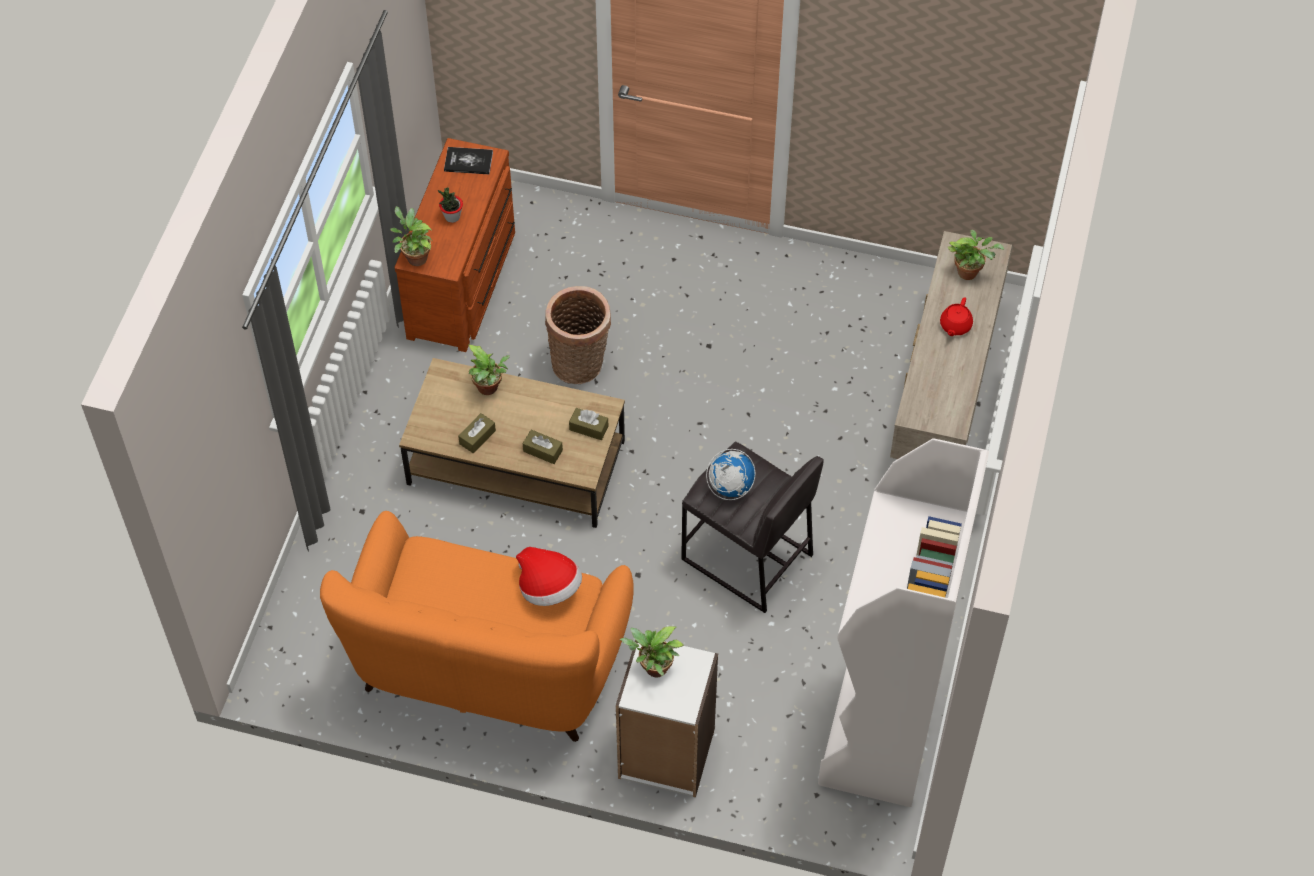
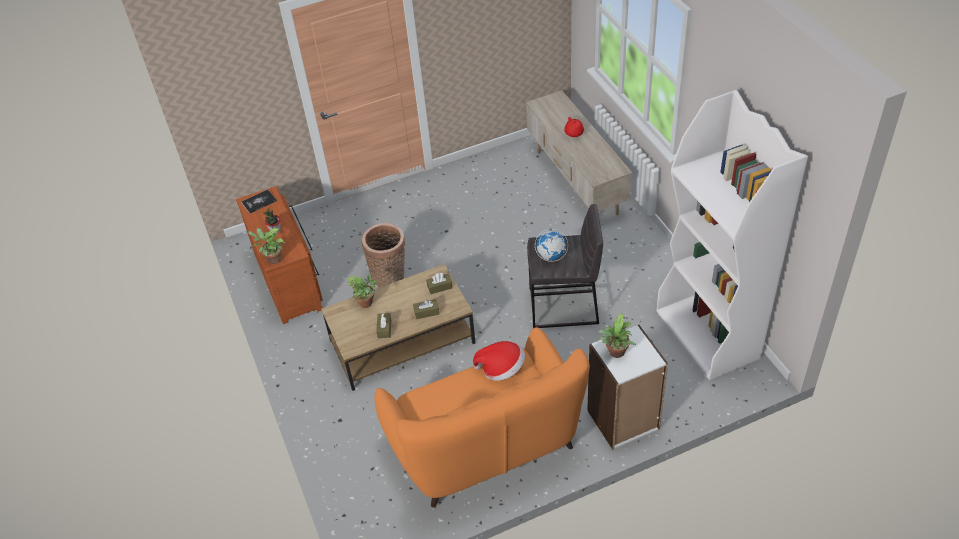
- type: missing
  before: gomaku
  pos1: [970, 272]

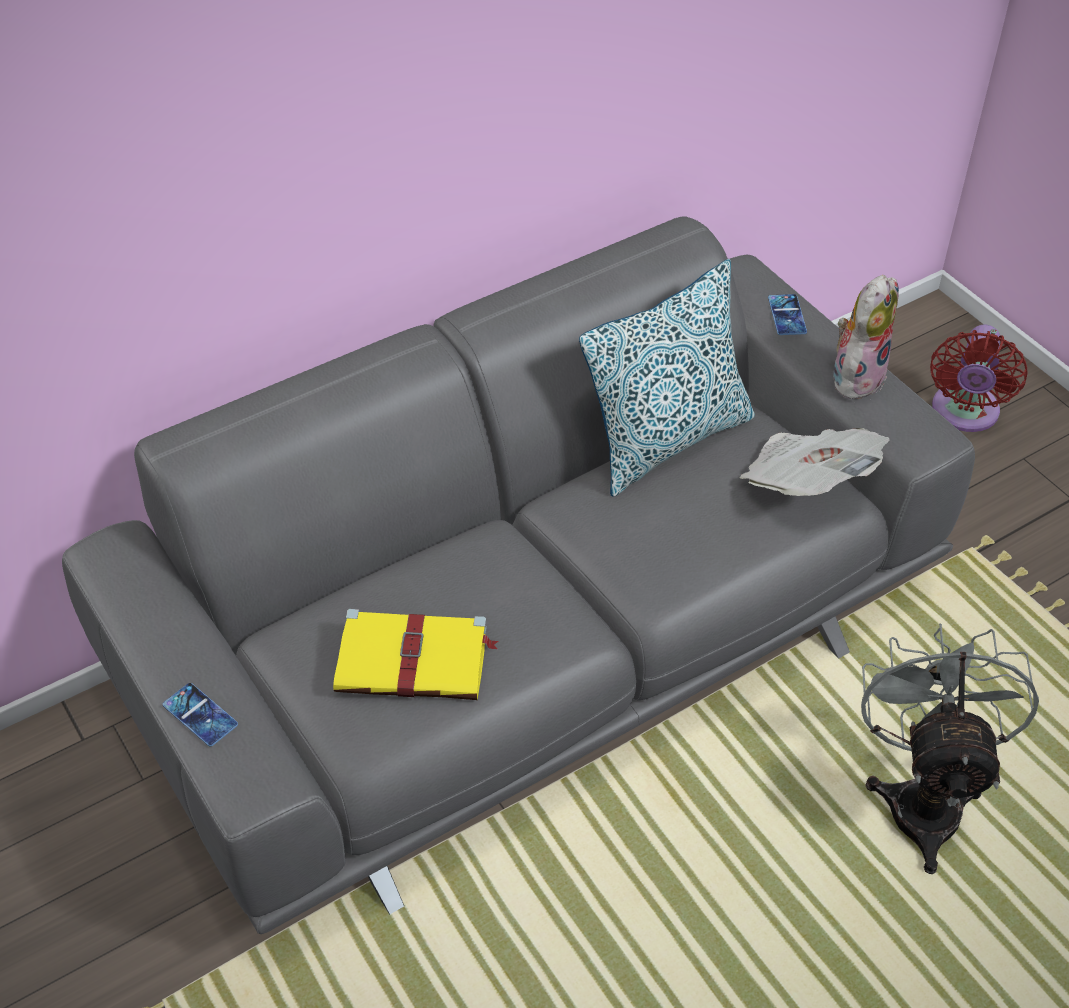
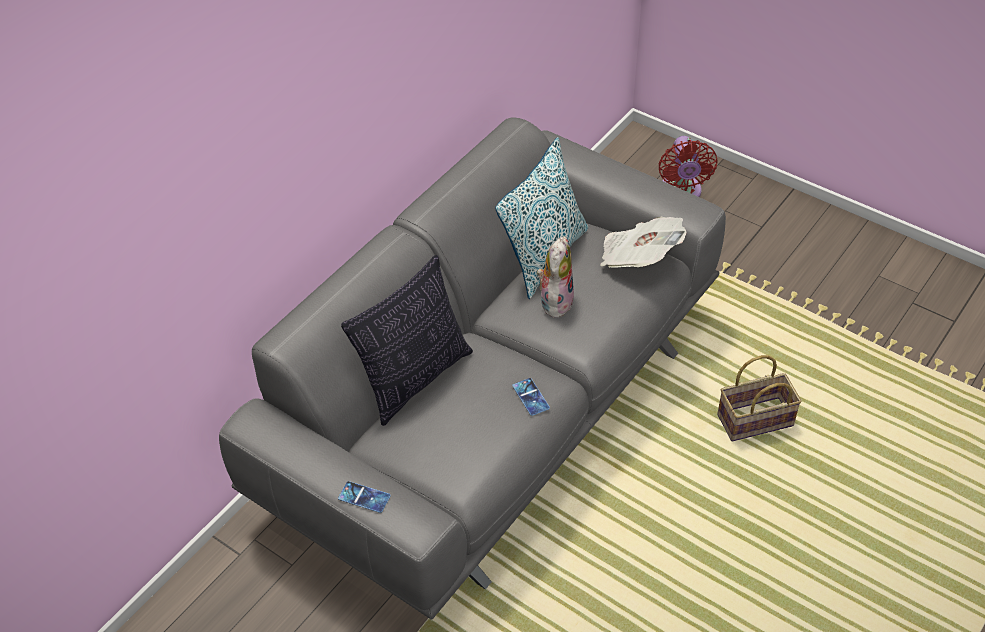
- type: appeared
  after: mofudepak
  pos2: [415, 379]
- type: relocated
  before: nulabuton
  pos1: [787, 315]
  pos2: [530, 397]
- type: relocated
  before: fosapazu
  pos1: [856, 376]
  pos2: [555, 301]
- type: exchanged
  before: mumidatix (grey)
  after: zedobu
  pos1: [923, 797]
  pos2: [754, 422]
- type: missing
  before: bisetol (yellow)
  pos1: [415, 660]

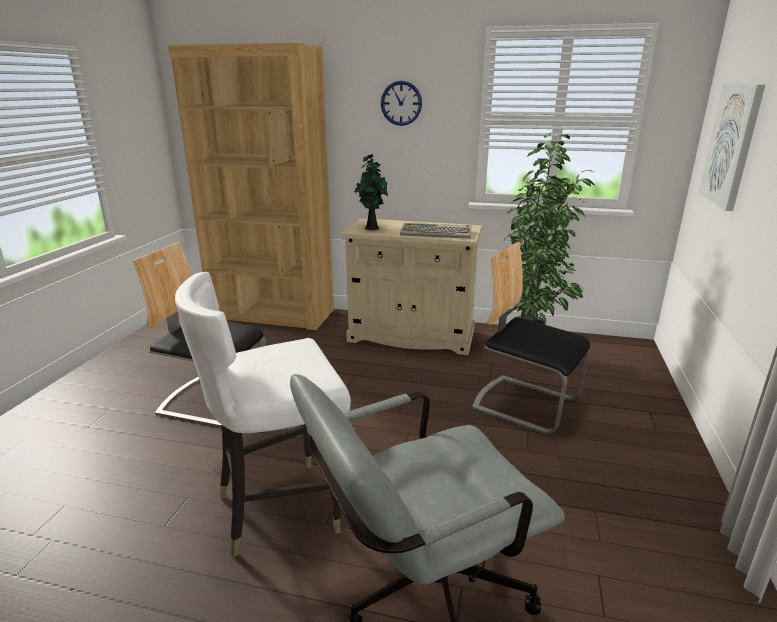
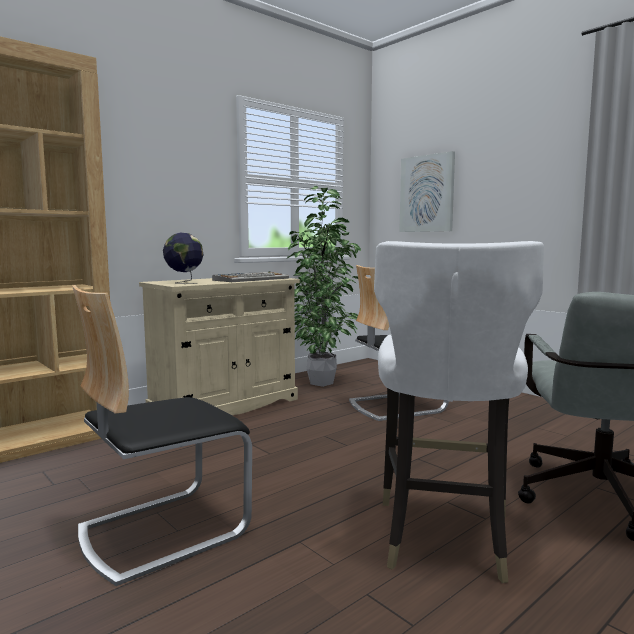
- type: exchanged
  before: gomaku
  after: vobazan
  pos1: [371, 228]
  pos2: [184, 282]
- type: missing
  before: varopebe
  pos1: [401, 103]

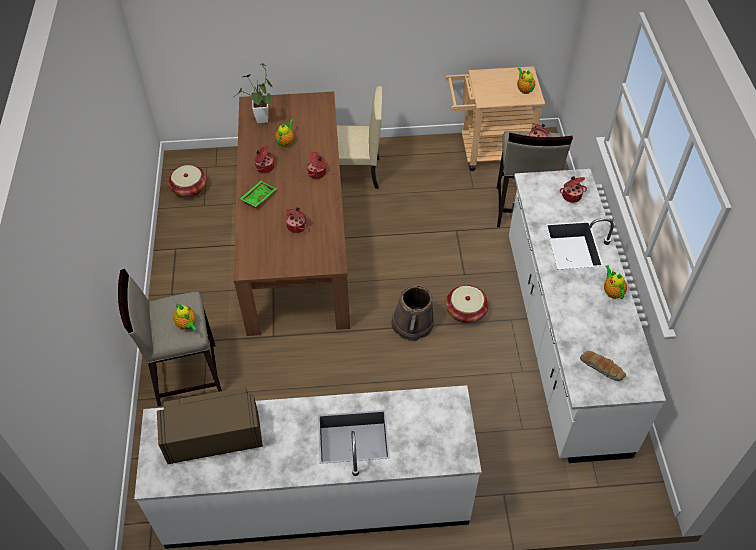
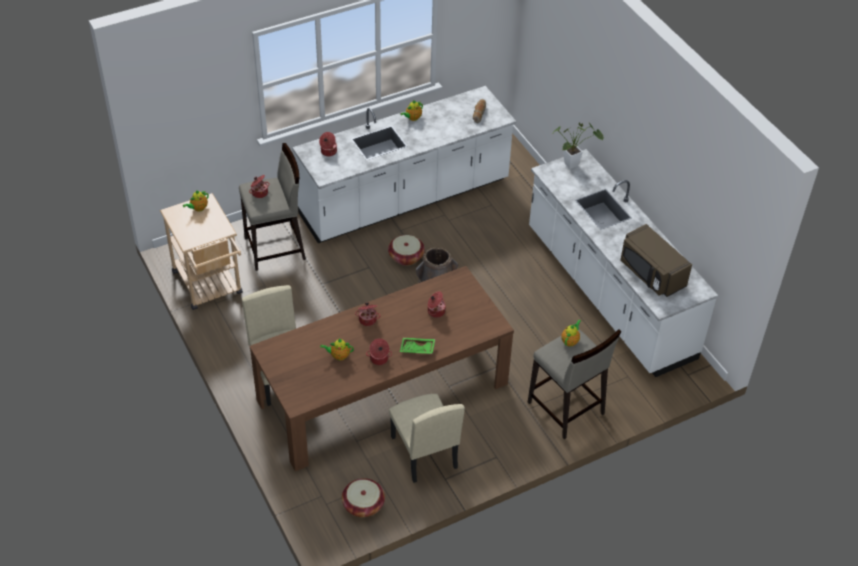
- type: appeared
  after: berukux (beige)
  pos2: [423, 452]
- type: relocated
  before: gomaku
  pos1: [262, 122]
  pos2: [573, 164]

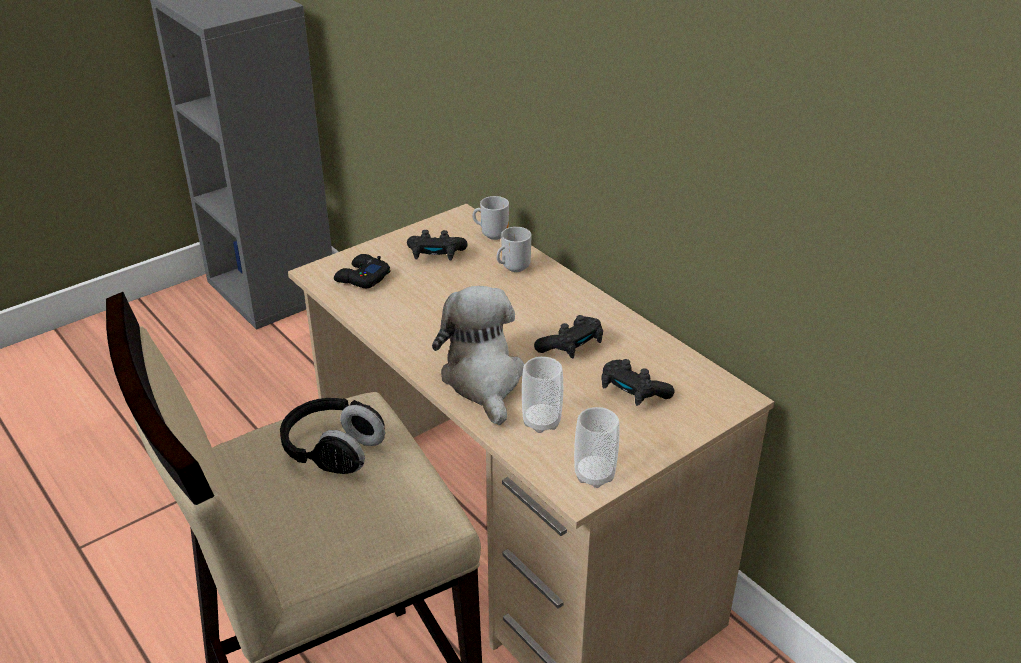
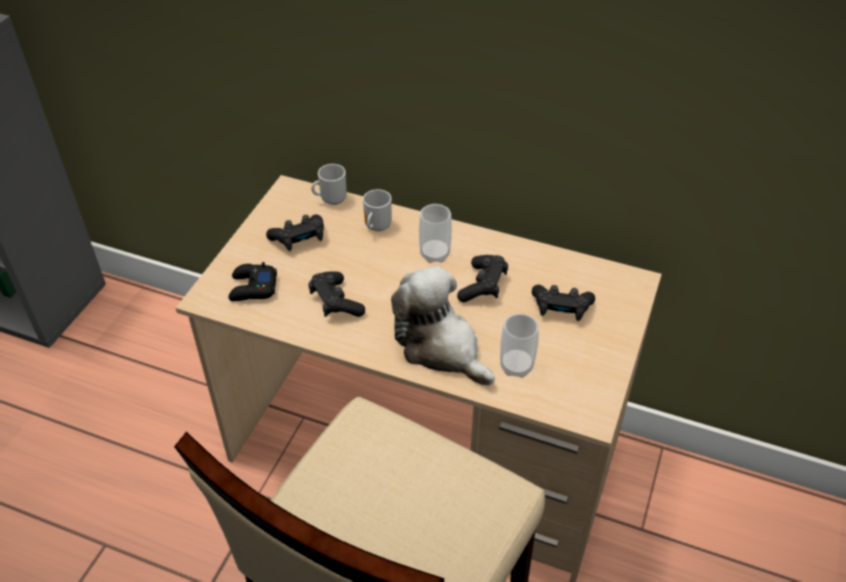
- type: appeared
  after: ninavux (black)
  pos2: [335, 303]
- type: relocated
  before: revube
  pos1: [594, 475]
  pos2: [435, 254]
- type: missing
  before: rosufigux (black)
  pos1: [333, 451]

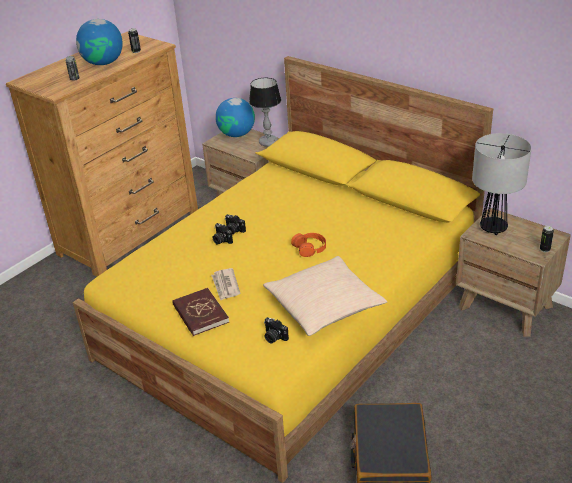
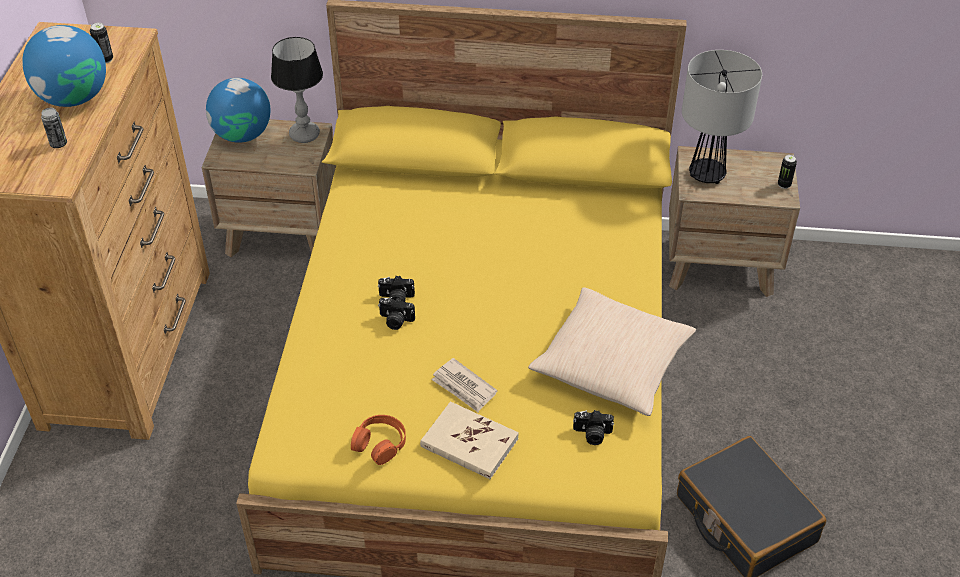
- type: relocated
  before: rosufigux (orange)
  pos1: [310, 248]
  pos2: [380, 443]
- type: colour
  before: bisetol (red)
  after: bisetol (beige)
  pos1: [200, 314]
  pos2: [469, 443]

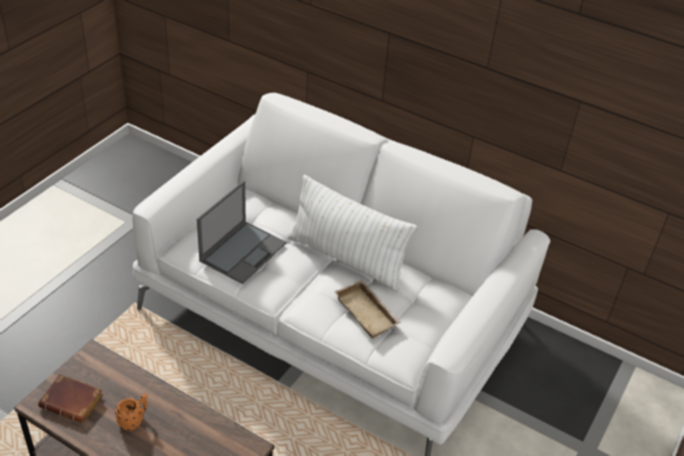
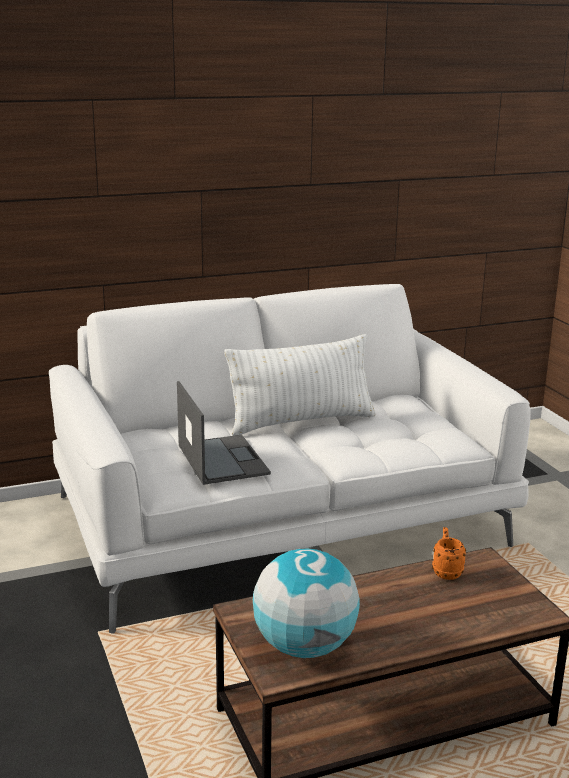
- type: exchanged
  before: bisetol (brown)
  after: vobazan
  pos1: [74, 401]
  pos2: [304, 646]
- type: relocated
  before: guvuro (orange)
  pos1: [134, 420]
  pos2: [446, 571]
- type: missing
  before: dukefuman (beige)
  pos1: [368, 313]

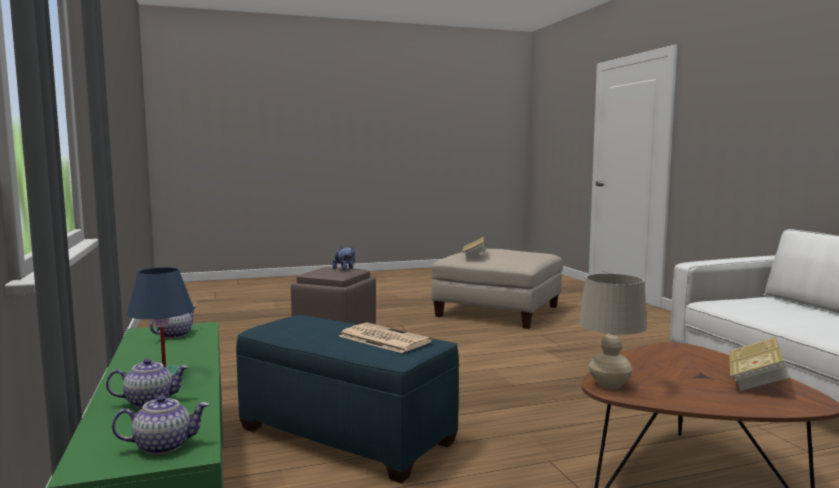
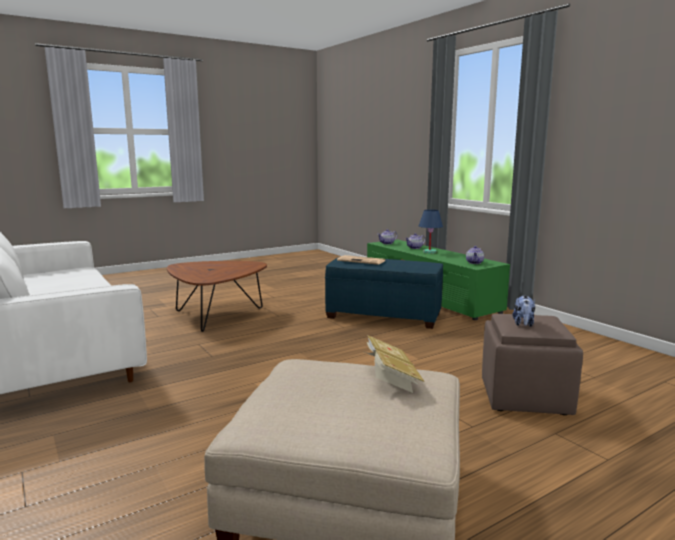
- type: missing
  before: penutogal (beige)
  pos1: [609, 384]
- type: missing
  before: bisetol
  pos1: [755, 381]

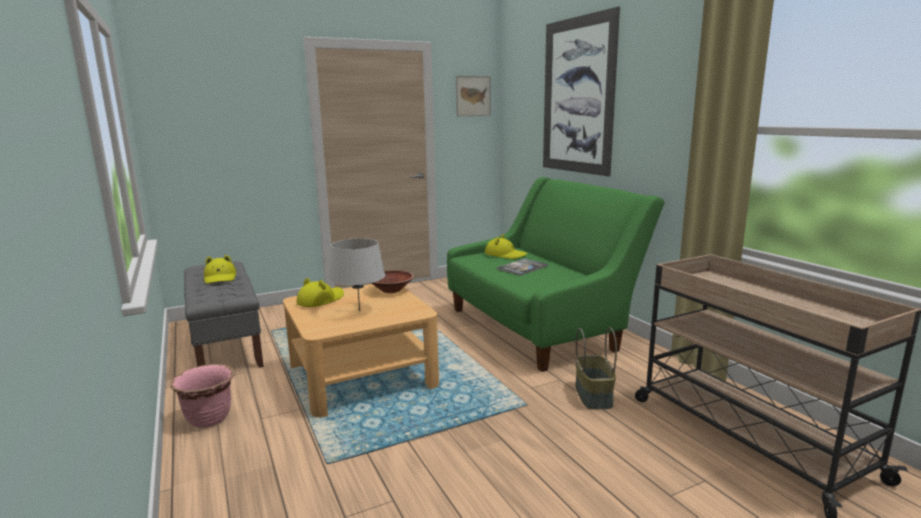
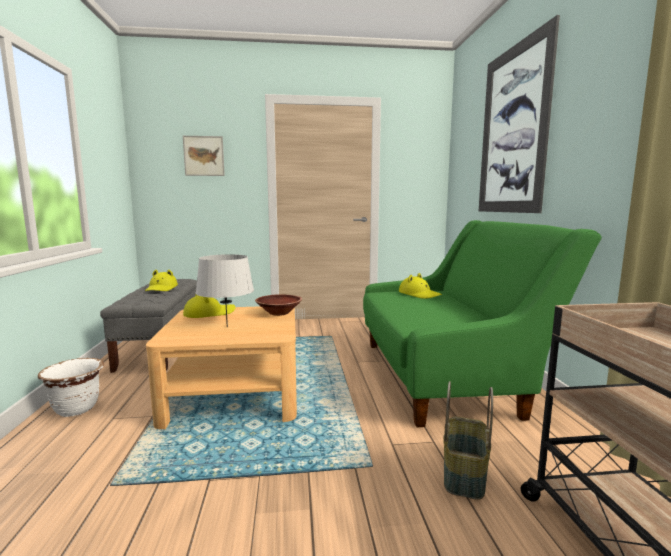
- type: colour
  before: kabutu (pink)
  after: kabutu (white)
  pos1: [209, 419]
  pos2: [77, 409]
- type: relocated
  before: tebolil
  pos1: [473, 96]
  pos2: [204, 156]
- type: missing
  before: bisetol
  pos1: [522, 268]

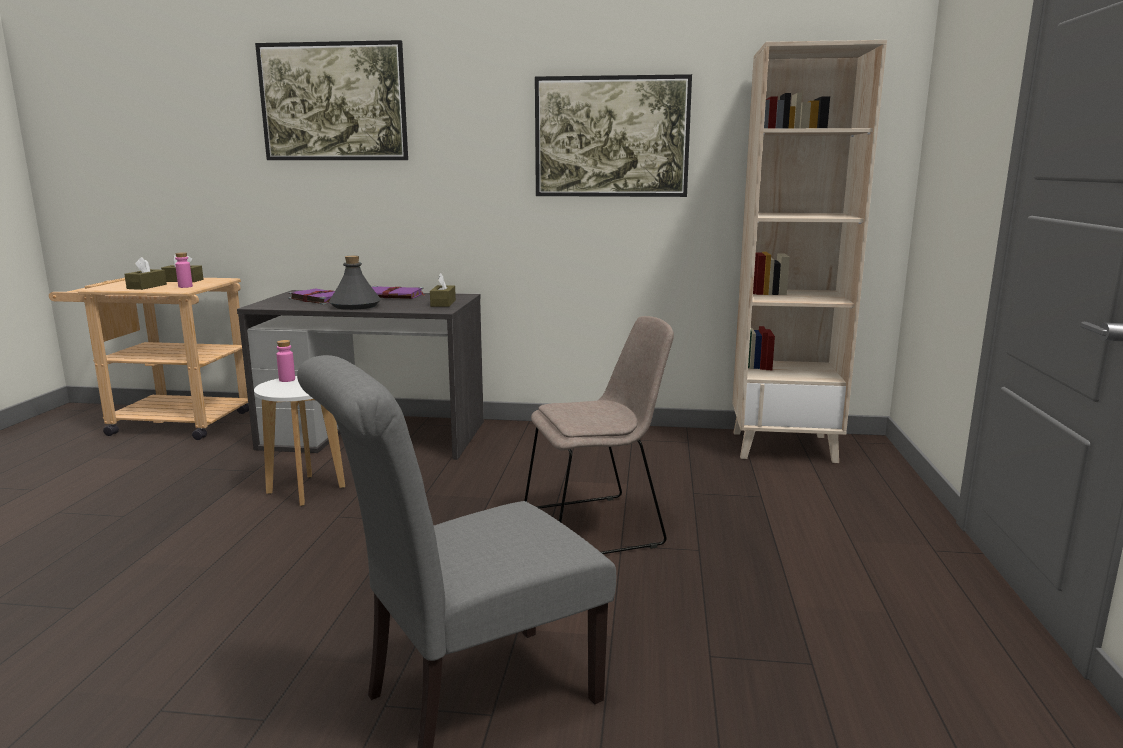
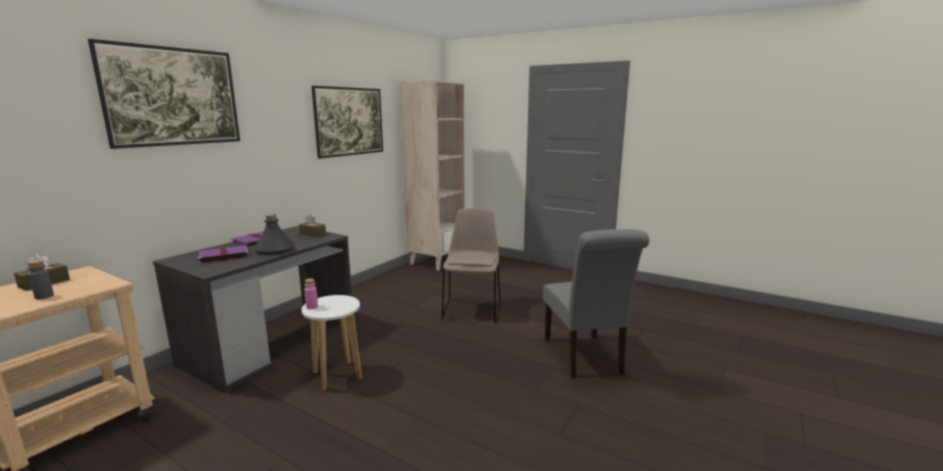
- type: exchanged
  before: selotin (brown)
  after: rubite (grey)
  pos1: [147, 286]
  pos2: [44, 296]
- type: missing
  before: rubite (pink)
  pos1: [185, 286]

